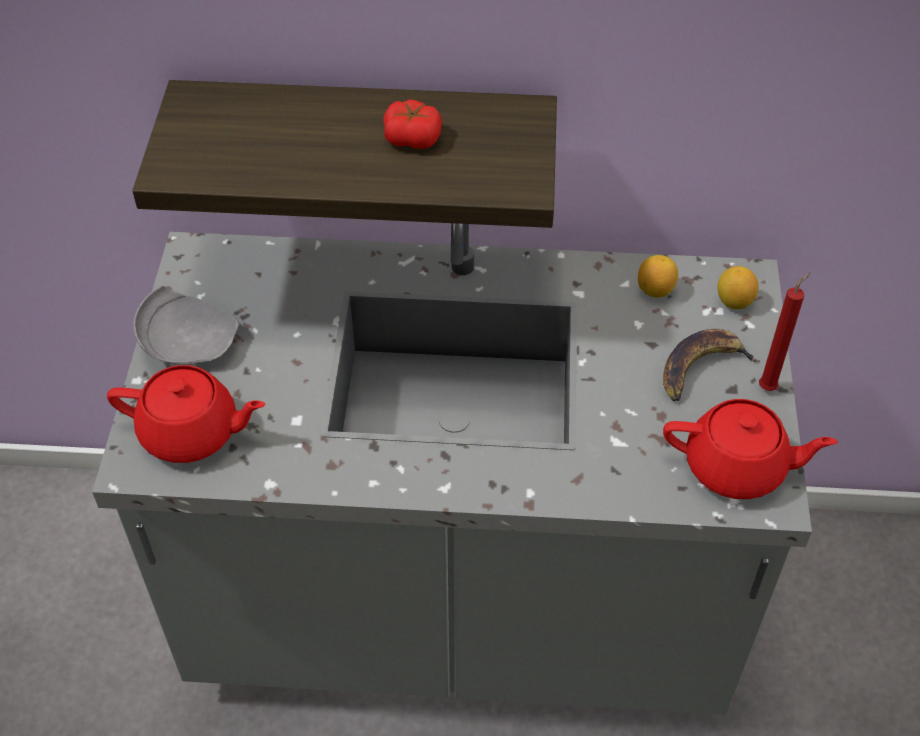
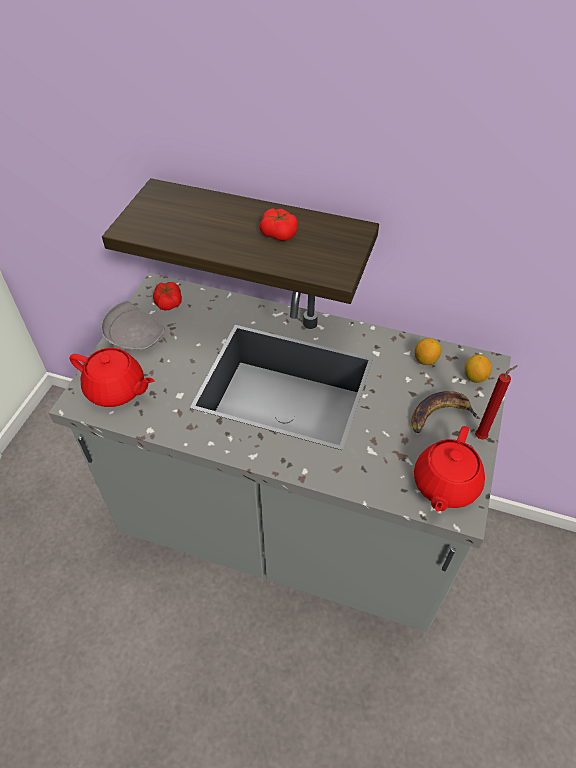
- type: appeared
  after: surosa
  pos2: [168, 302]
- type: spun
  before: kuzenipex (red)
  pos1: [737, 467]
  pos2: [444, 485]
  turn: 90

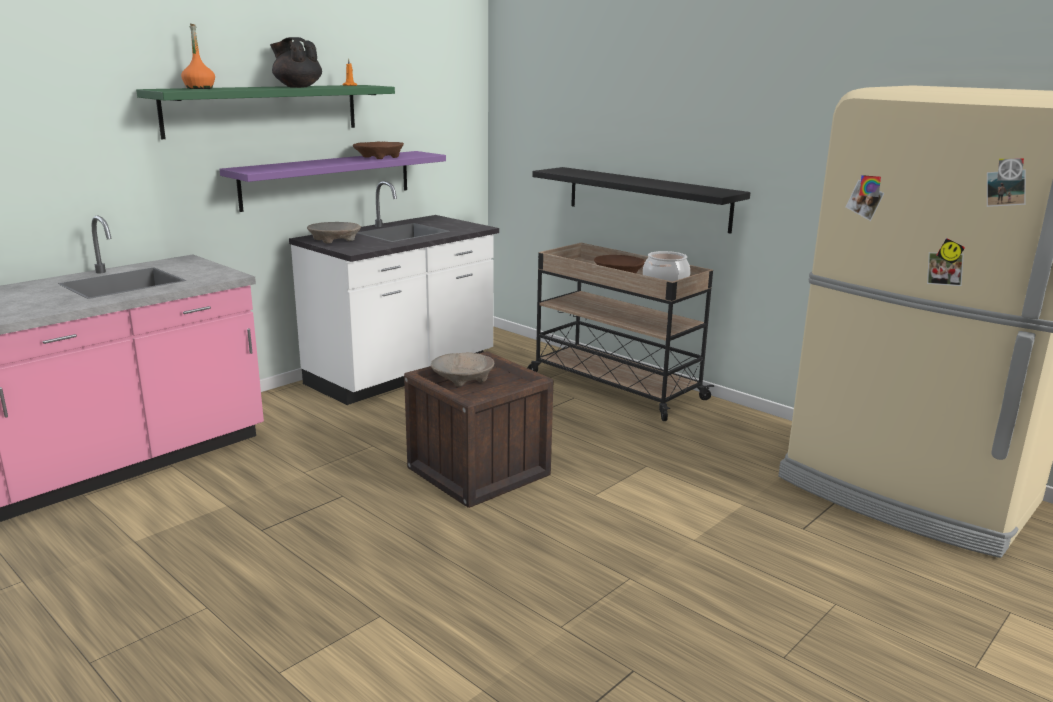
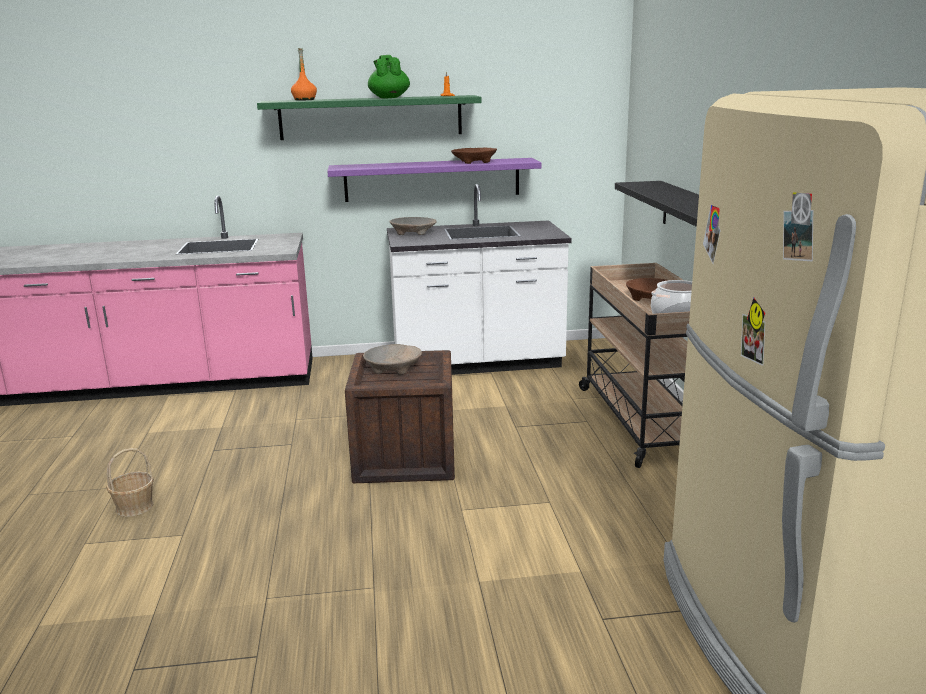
- type: appeared
  after: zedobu
  pos2: [134, 507]
- type: colour
  before: kuzenipex (black)
  after: kuzenipex (green)
  pos1: [297, 87]
  pos2: [389, 98]

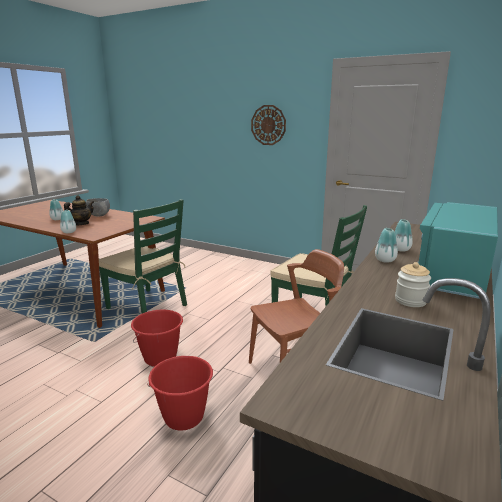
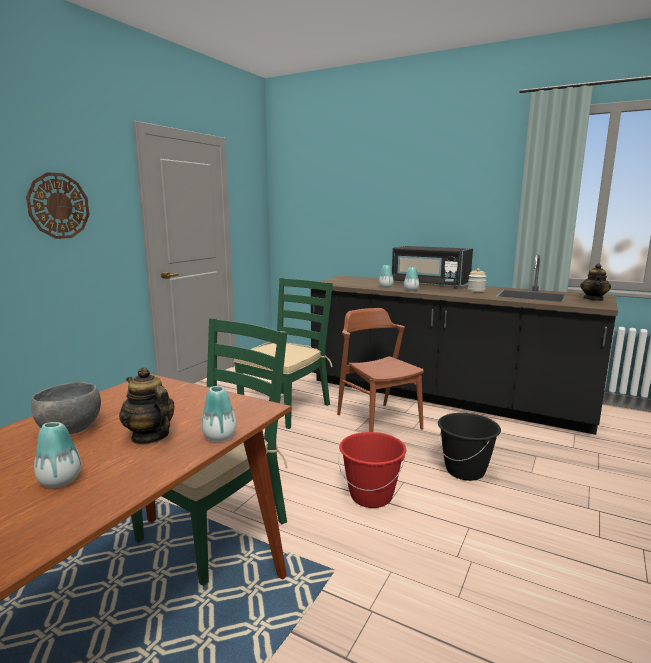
- type: colour
  before: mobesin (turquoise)
  after: mobesin (black)
  pos1: [452, 274]
  pos2: [429, 284]
- type: colour
  before: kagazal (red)
  after: kagazal (black)
  pos1: [184, 417]
  pos2: [465, 471]
- type: appeared
  after: kuzenipex
  pos2: [593, 299]

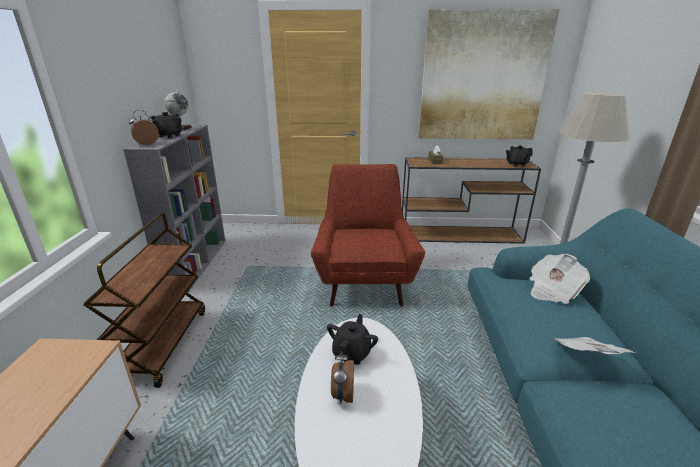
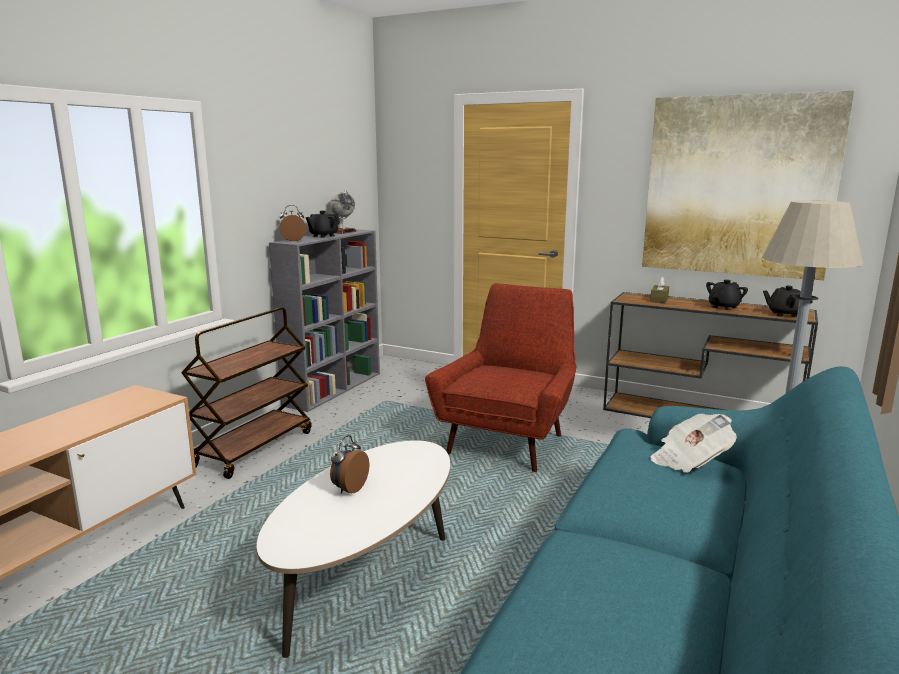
- type: relocated
  before: kuzenipex (black)
  pos1: [352, 353]
  pos2: [724, 307]
- type: missing
  before: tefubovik
  pos1: [586, 358]

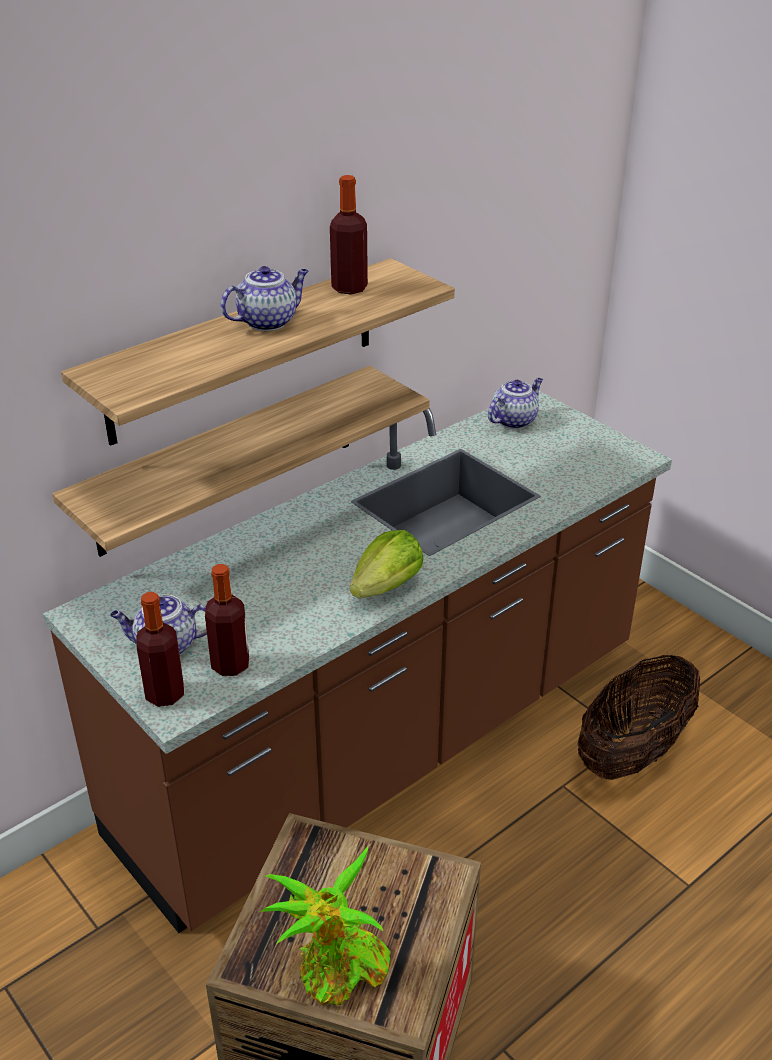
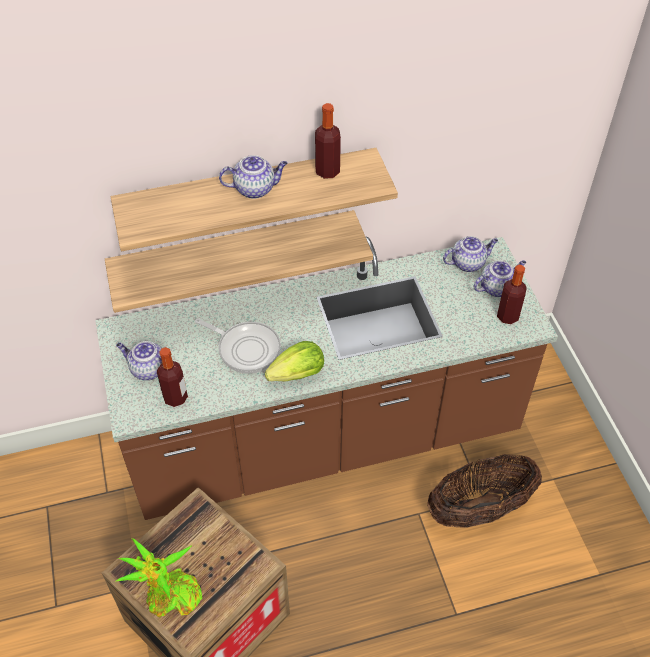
- type: appeared
  after: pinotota
  pos2: [246, 348]
- type: appeared
  after: kuzenipex
  pos2: [497, 287]
- type: relocated
  before: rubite
  pos1: [165, 694]
  pos2: [507, 316]

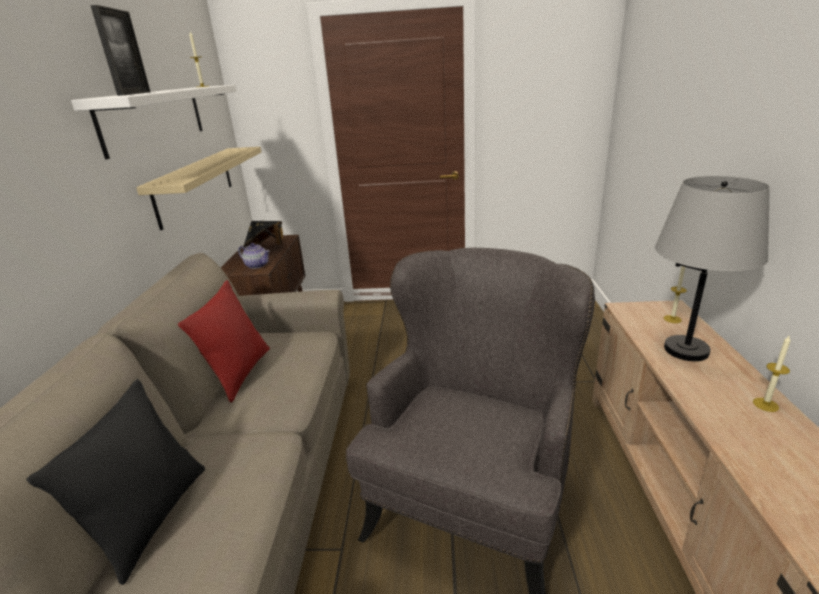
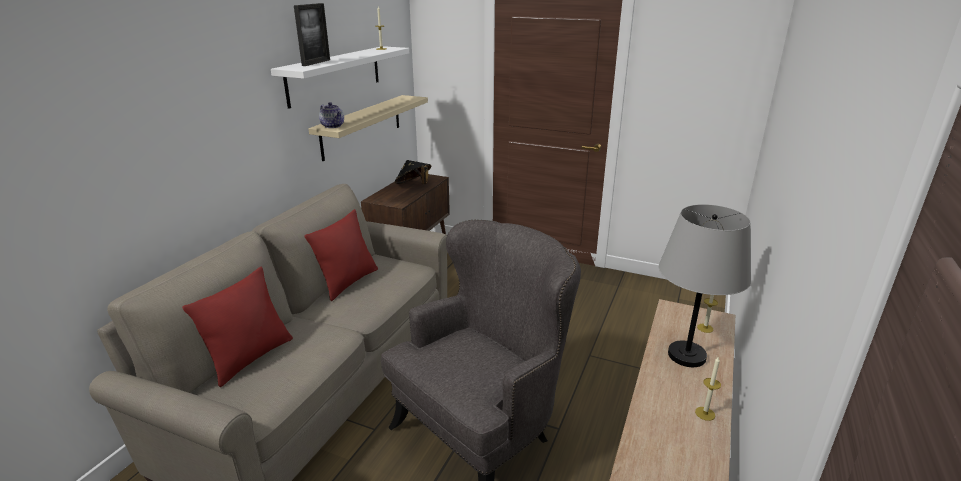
- type: colour
  before: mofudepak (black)
  after: mofudepak (red)
  pos1: [152, 518]
  pos2: [250, 358]
- type: relocated
  before: kuzenipex
  pos1: [257, 265]
  pos2: [333, 126]

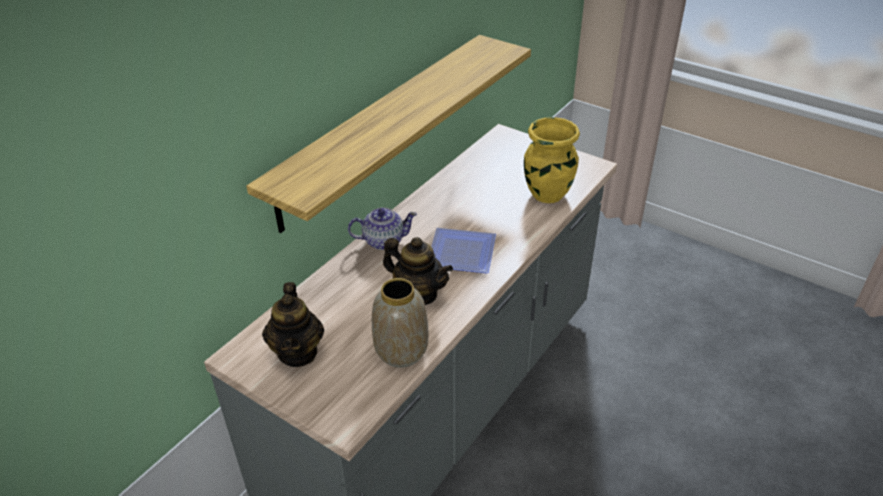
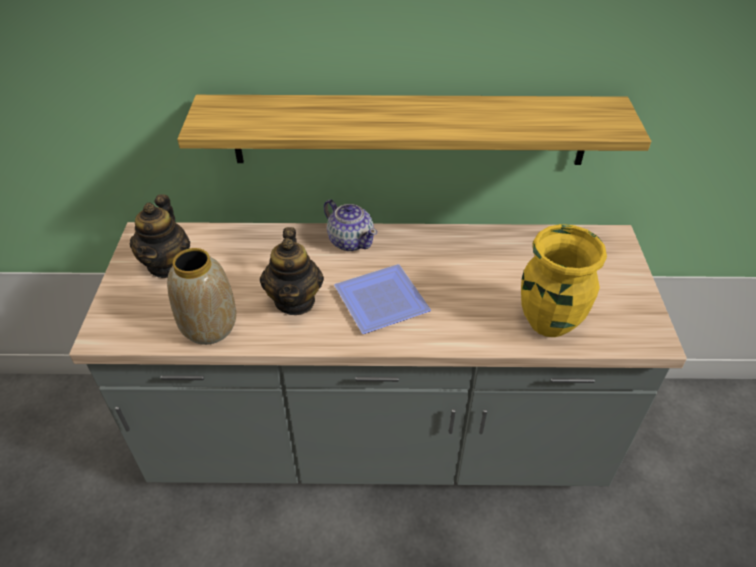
- type: spun
  before: kuzenipex
  pos1: [298, 352]
  pos2: [167, 264]
  turn: -45

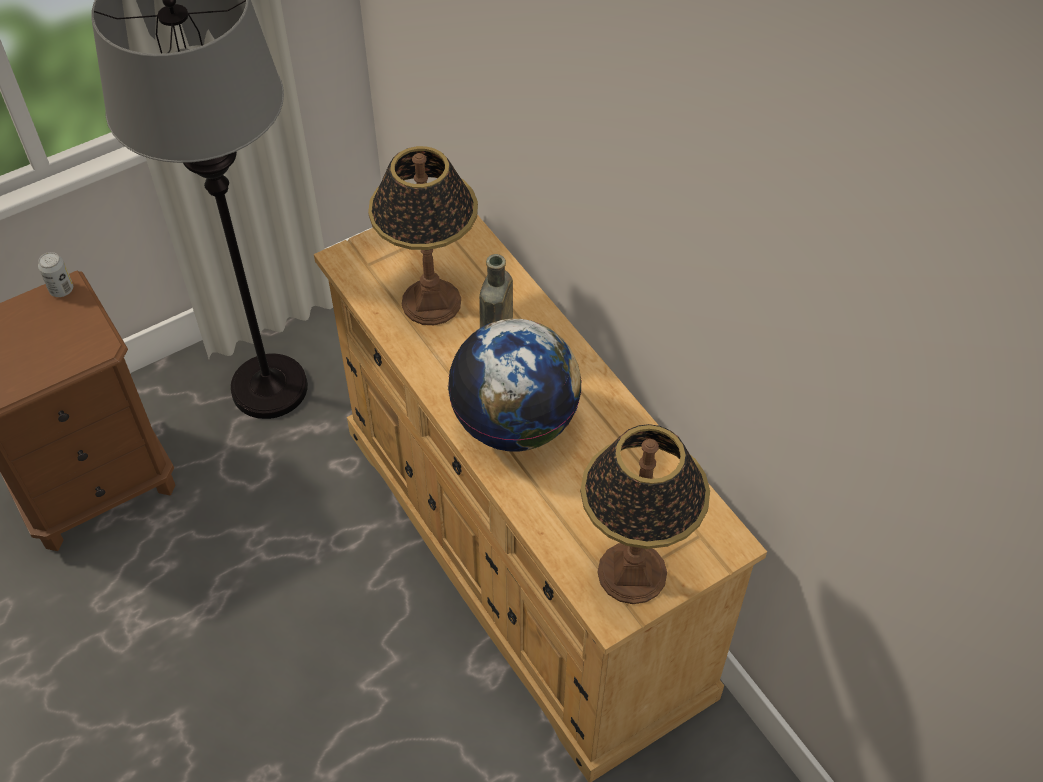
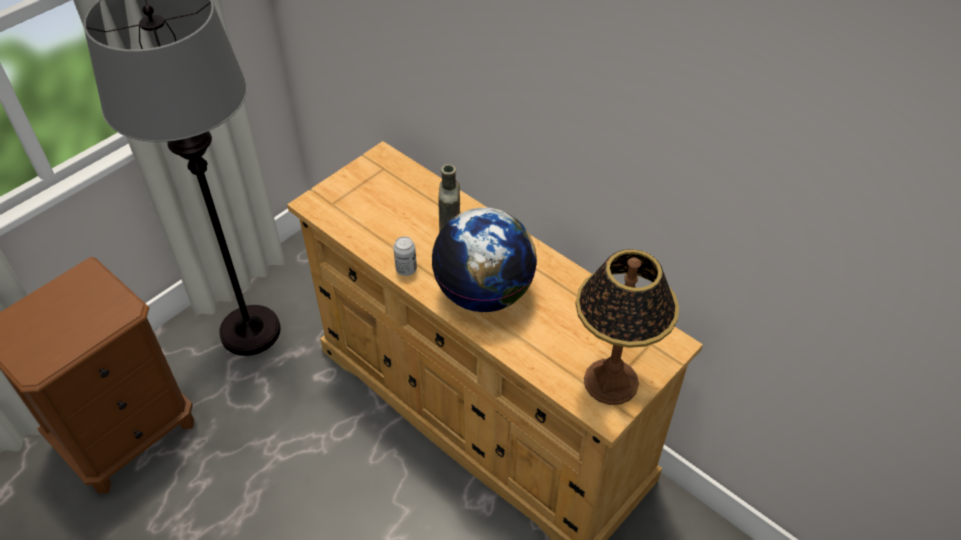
- type: relocated
  before: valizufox
  pos1: [61, 290]
  pos2: [406, 269]
- type: missing
  before: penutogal
  pos1: [430, 302]

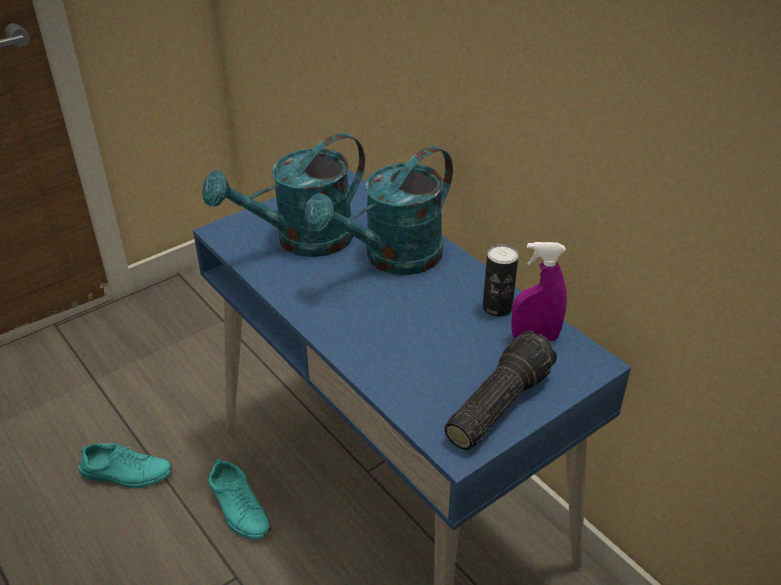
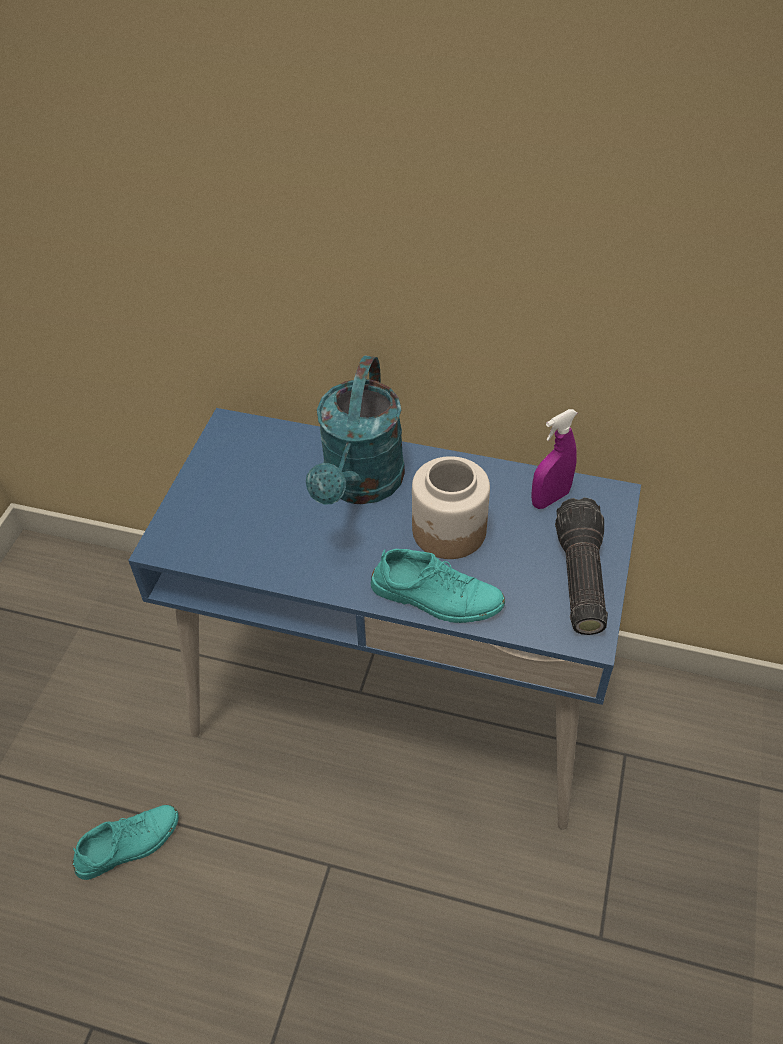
- type: relocated
  before: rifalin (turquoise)
  pos1: [239, 508]
  pos2: [436, 597]
- type: appeared
  after: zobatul
  pos2: [449, 532]
- type: missing
  before: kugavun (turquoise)
  pos1: [302, 240]
- type: missing
  before: valizufox
  pos1: [497, 307]

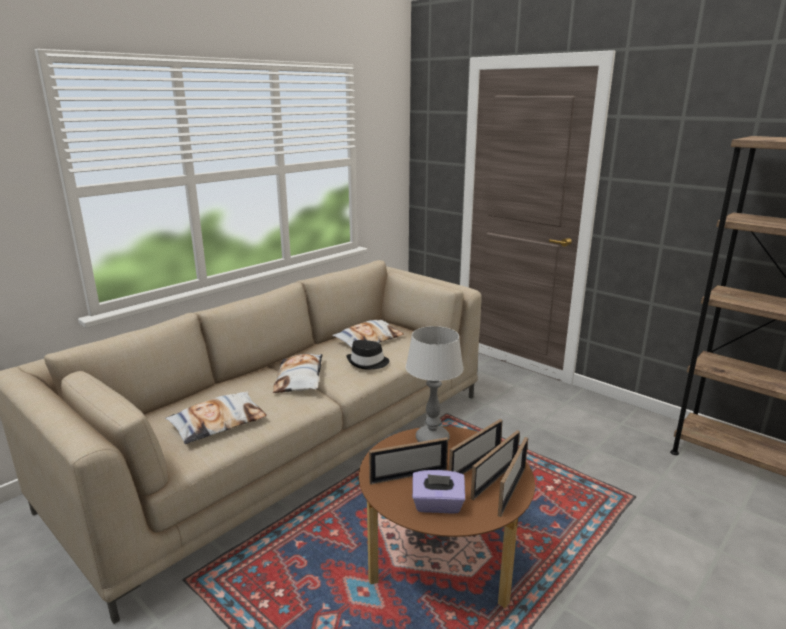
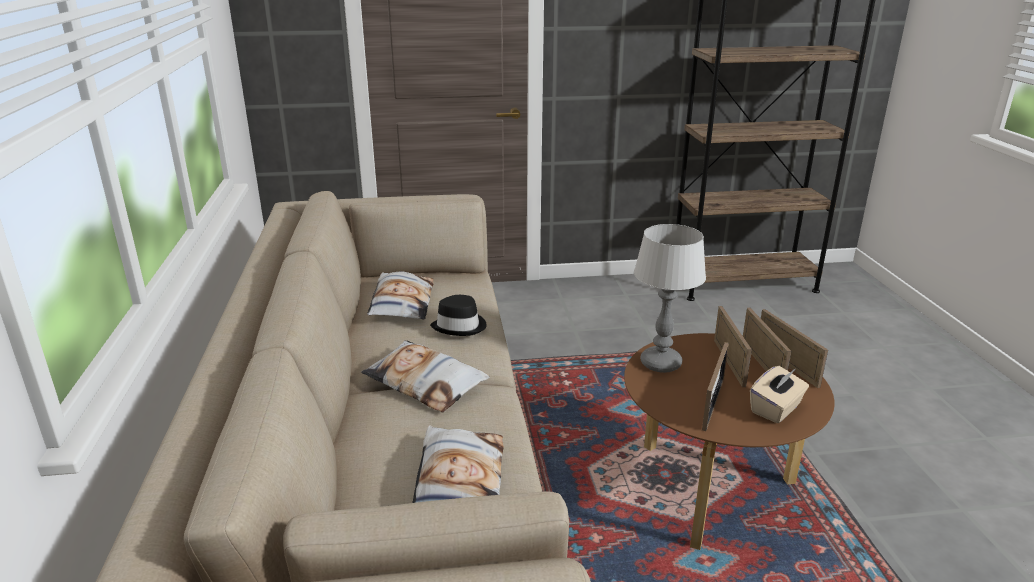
- type: colour
  before: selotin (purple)
  after: selotin (beige)
  pos1: [438, 505]
  pos2: [776, 409]

